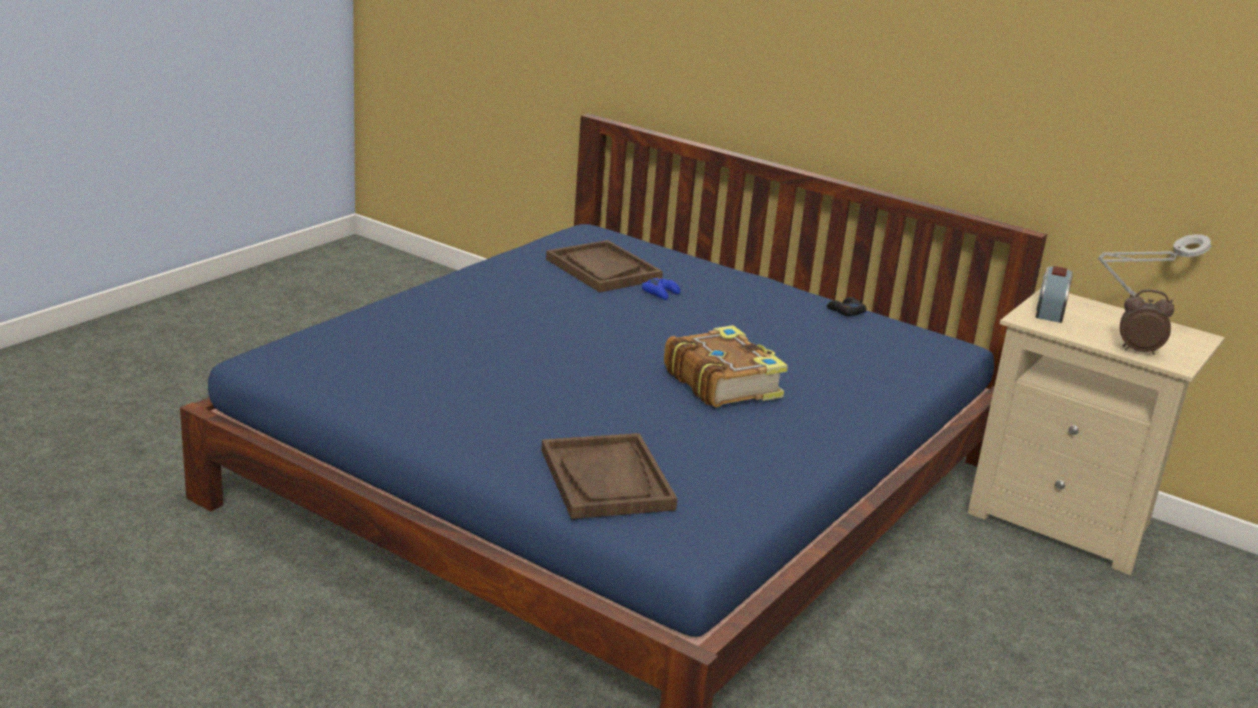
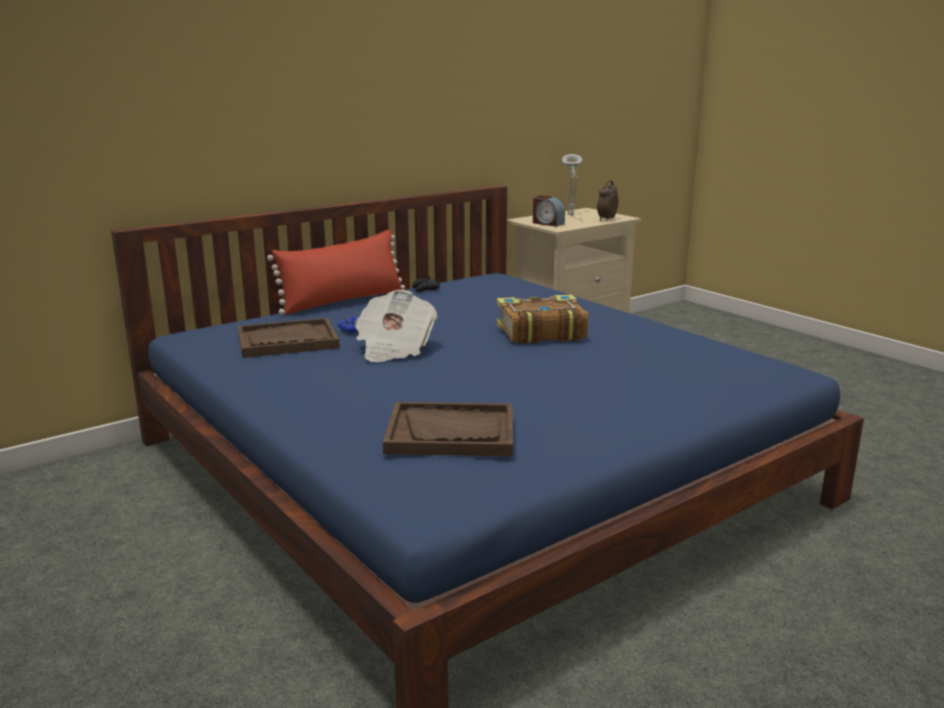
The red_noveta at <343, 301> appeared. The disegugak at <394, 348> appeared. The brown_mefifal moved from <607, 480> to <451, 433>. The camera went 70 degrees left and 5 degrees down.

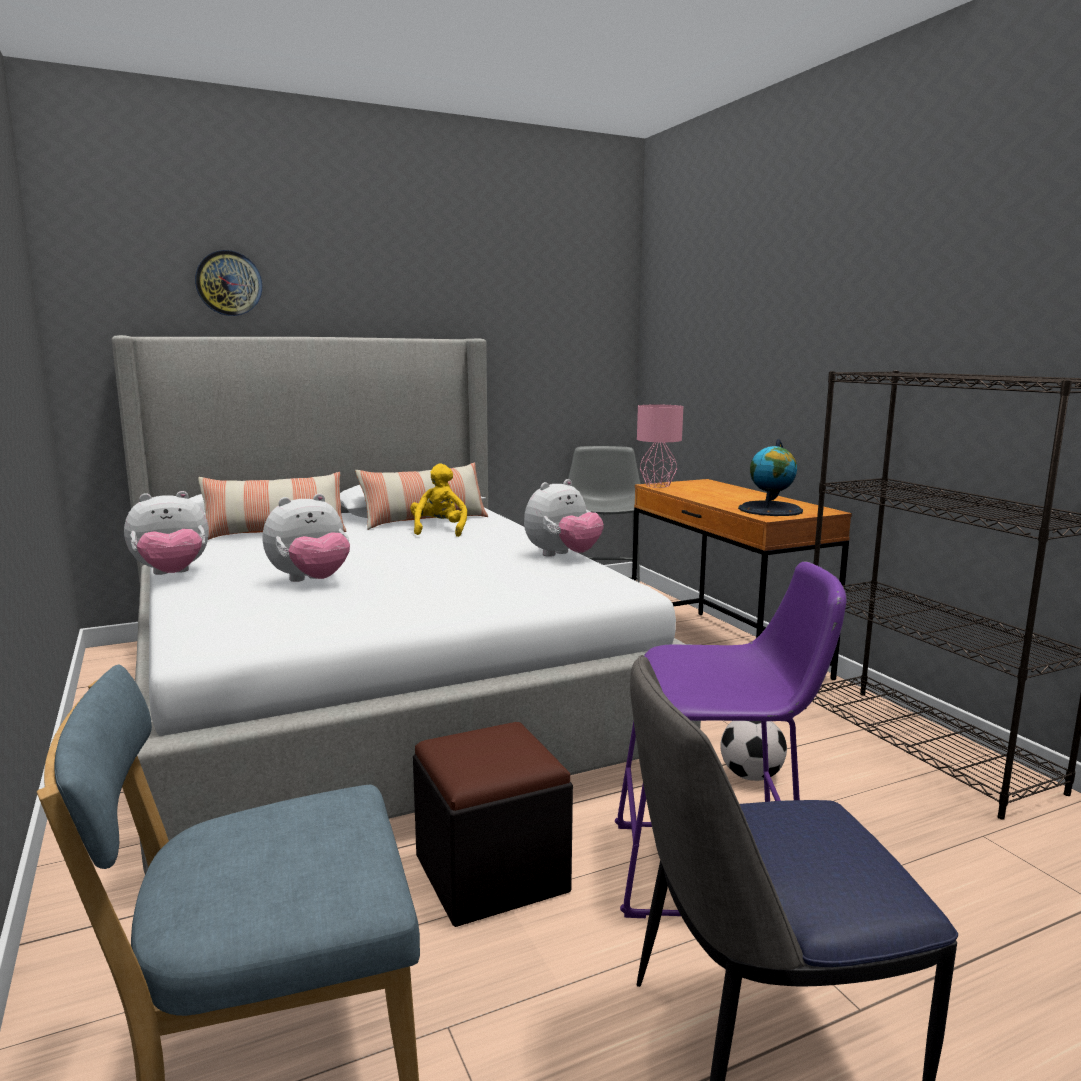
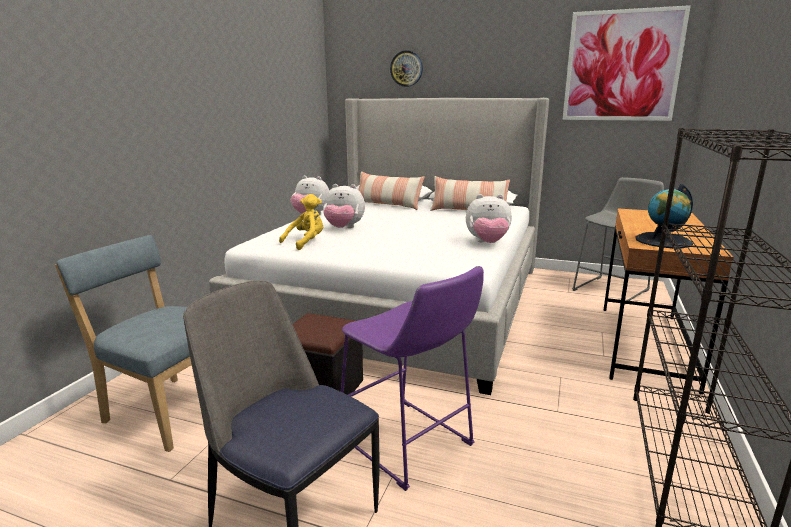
The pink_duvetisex at <658, 485> disappeared. The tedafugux at <751, 776> disappeared. The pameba at <622, 66> appeared. The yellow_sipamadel moved from <439, 530> to <306, 242>. The camera went 45 degrees right and 5 degrees up.

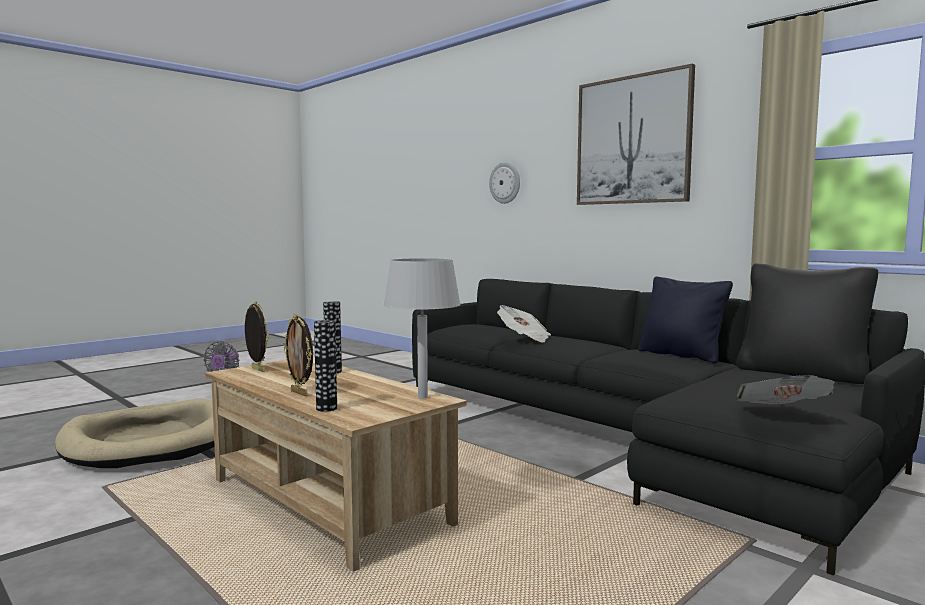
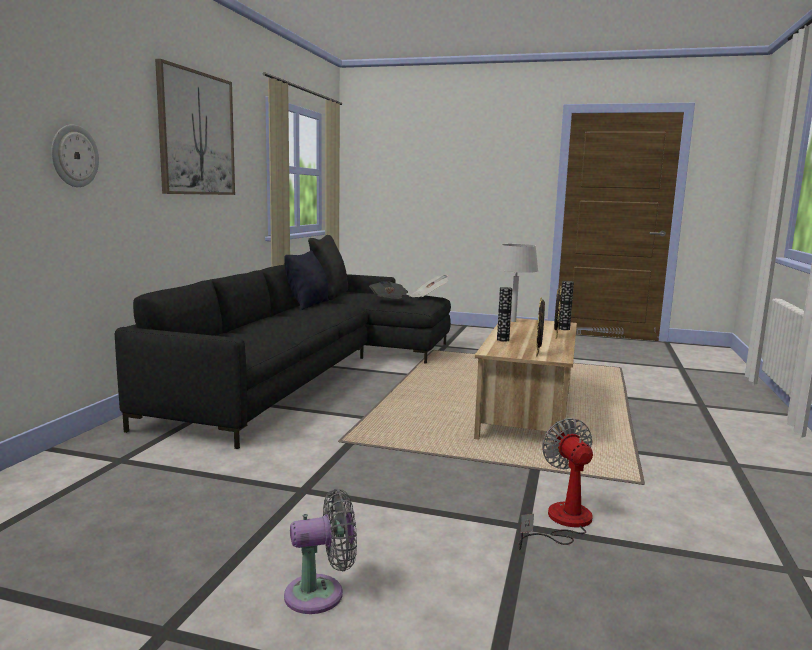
The disegugak moved from <524, 338> to <389, 301>. The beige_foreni at <150, 441> was replaced by the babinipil at <562, 522>. The camera went 120 degrees left and 5 degrees up.

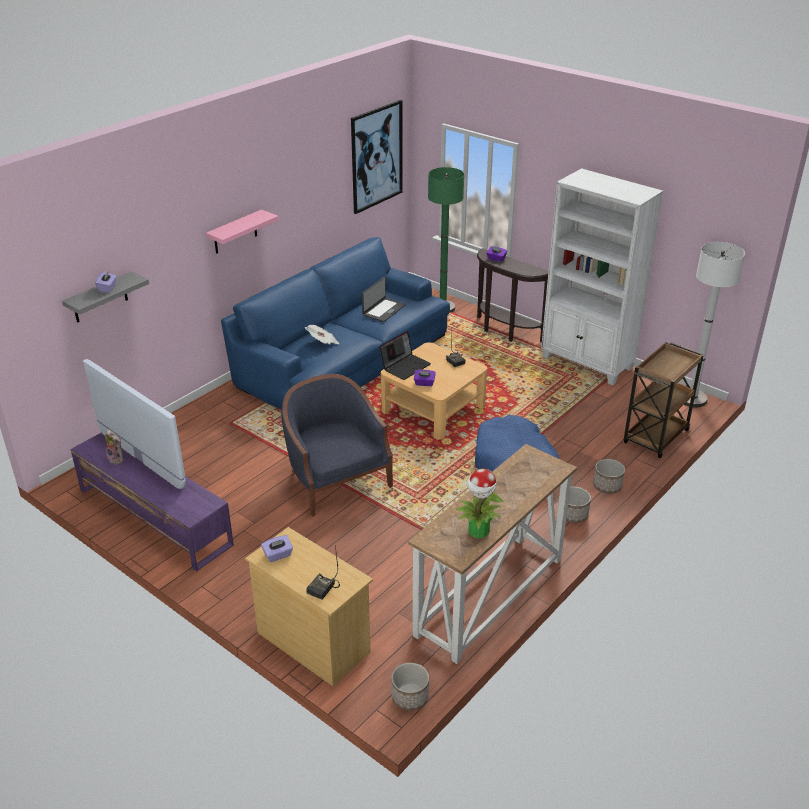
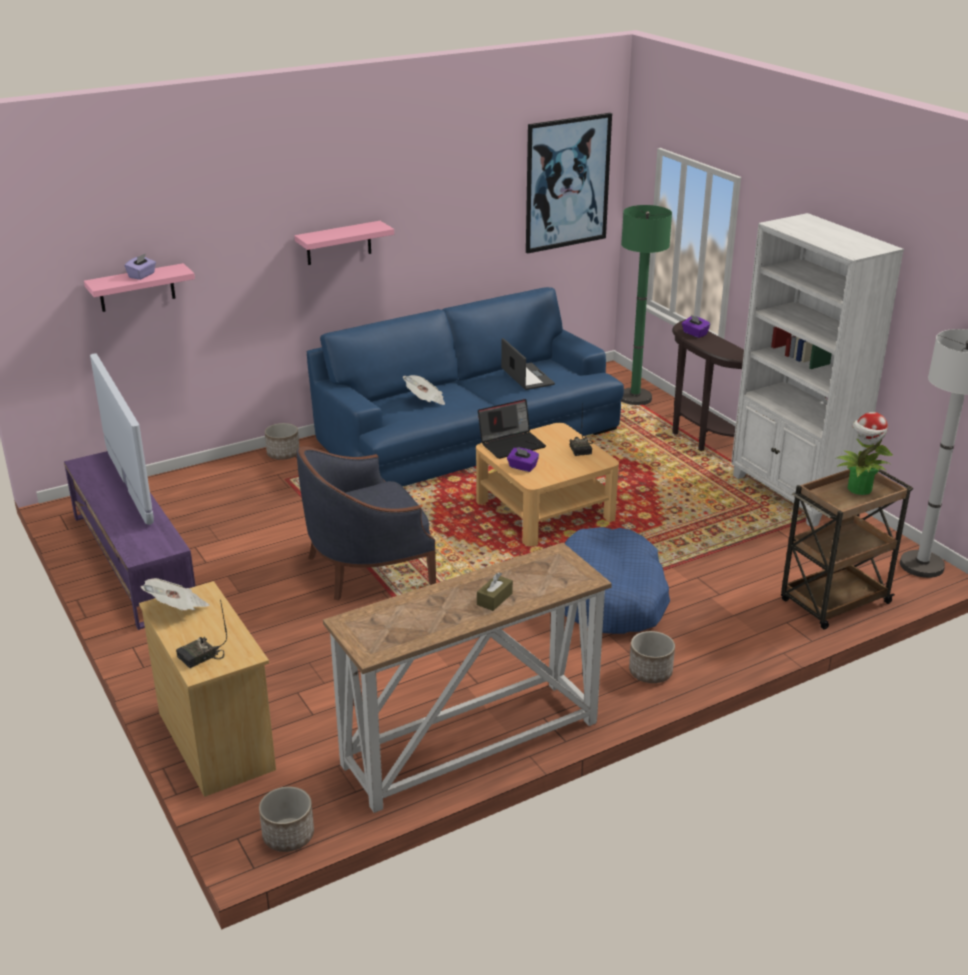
The sipamadel at <117, 459> disappeared. The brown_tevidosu at <494, 599> appeared. The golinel moved from <478, 531> to <859, 489>. The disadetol moved from <607, 486> to <283, 454>. The purple_tevidosu at <278, 555> was replaced by the disegugak at <177, 608>. The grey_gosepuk at <100, 298> became the pink_gosepuk at <136, 288>. The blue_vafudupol at <336, 481> turned 105 degrees counterclockwise. The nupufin at <383, 310> turned 75 degrees counterclockwise. The camera went 20 degrees right and 5 degrees down.

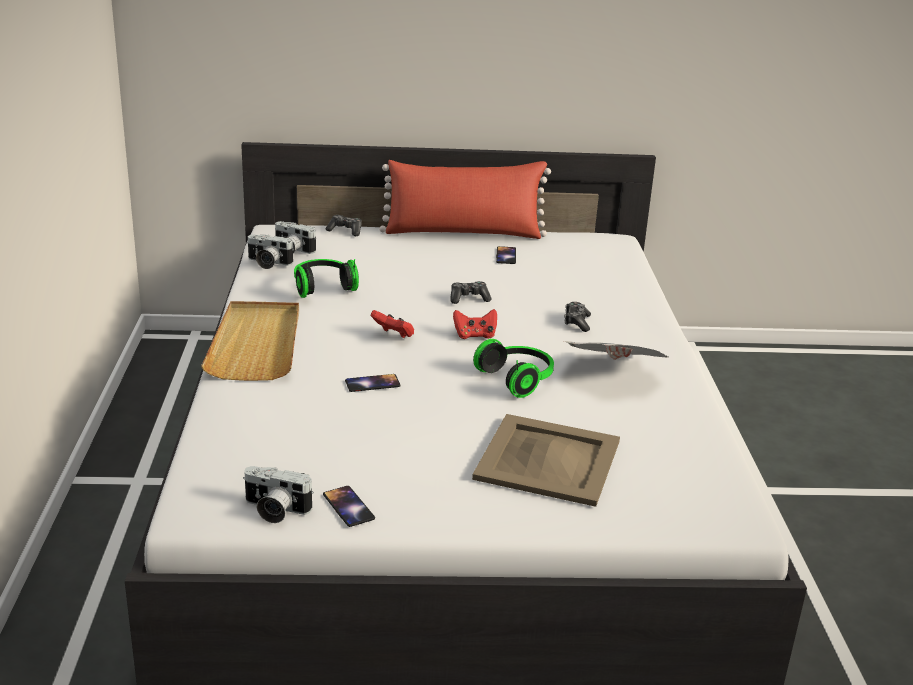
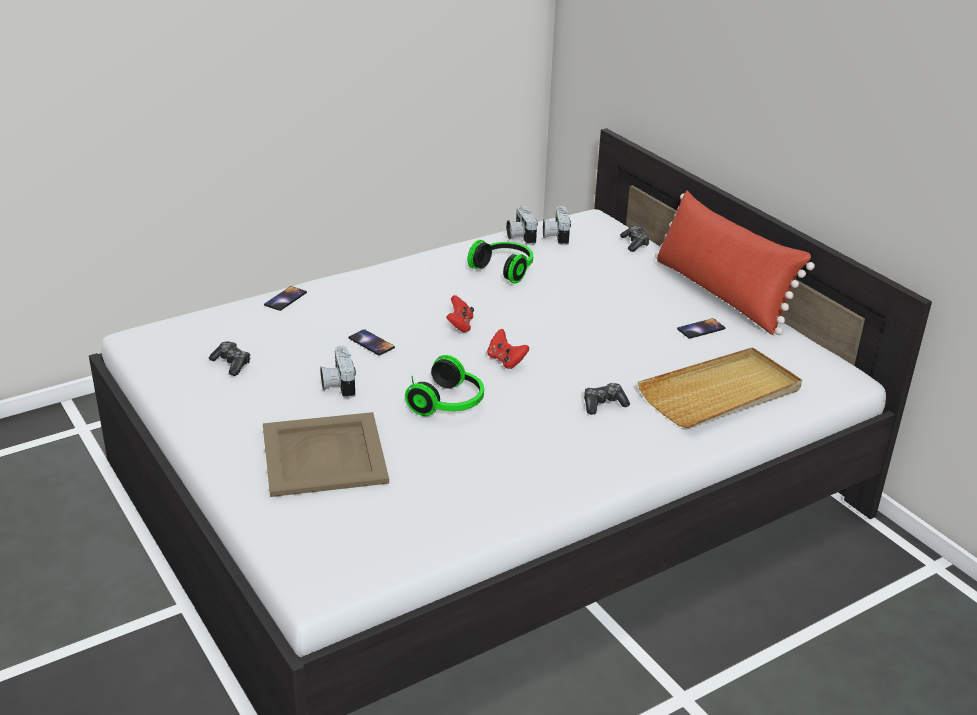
The disegugak at <613, 374> disappeared. The beige_mefifal moved from <256, 344> to <721, 393>. The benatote moved from <274, 510> to <337, 384>. The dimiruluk moved from <348, 507> to <285, 299>. The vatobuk moved from <468, 298> to <231, 364>. The camera went 60 degrees right and 5 degrees up.

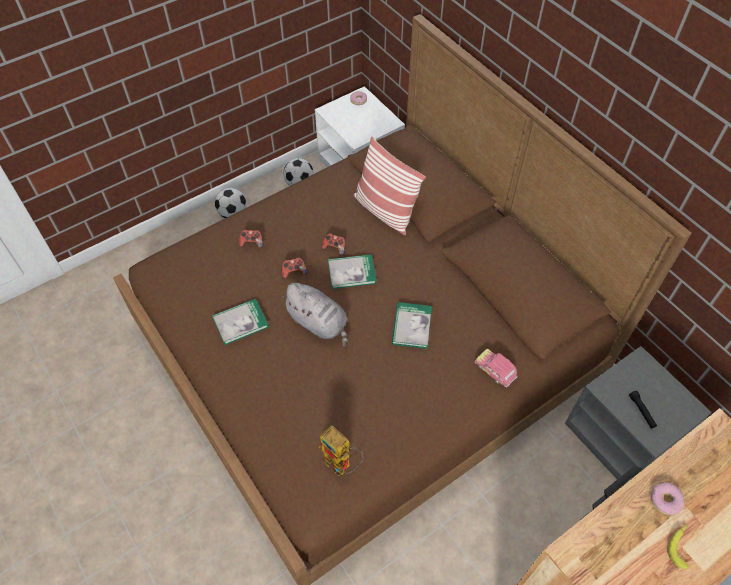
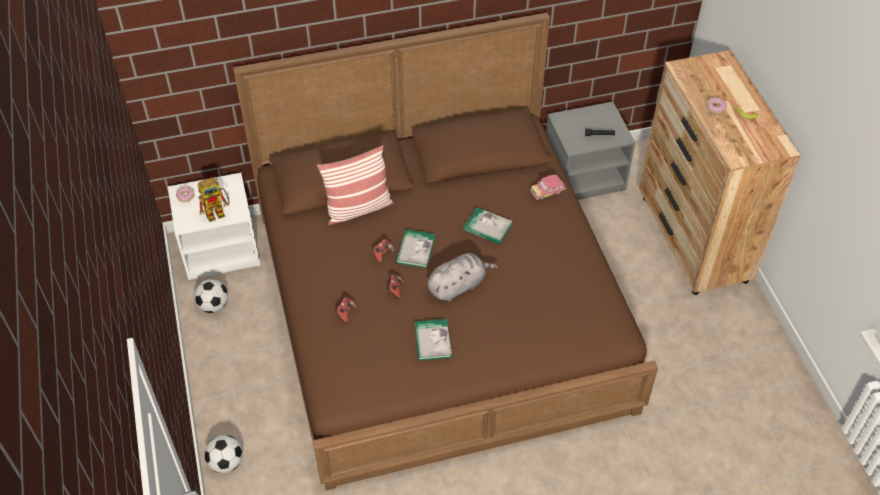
The tedafugux moved from <233, 213> to <226, 462>. The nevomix moved from <342, 465> to <218, 212>. The camera went 70 degrees left and 5 degrees down.

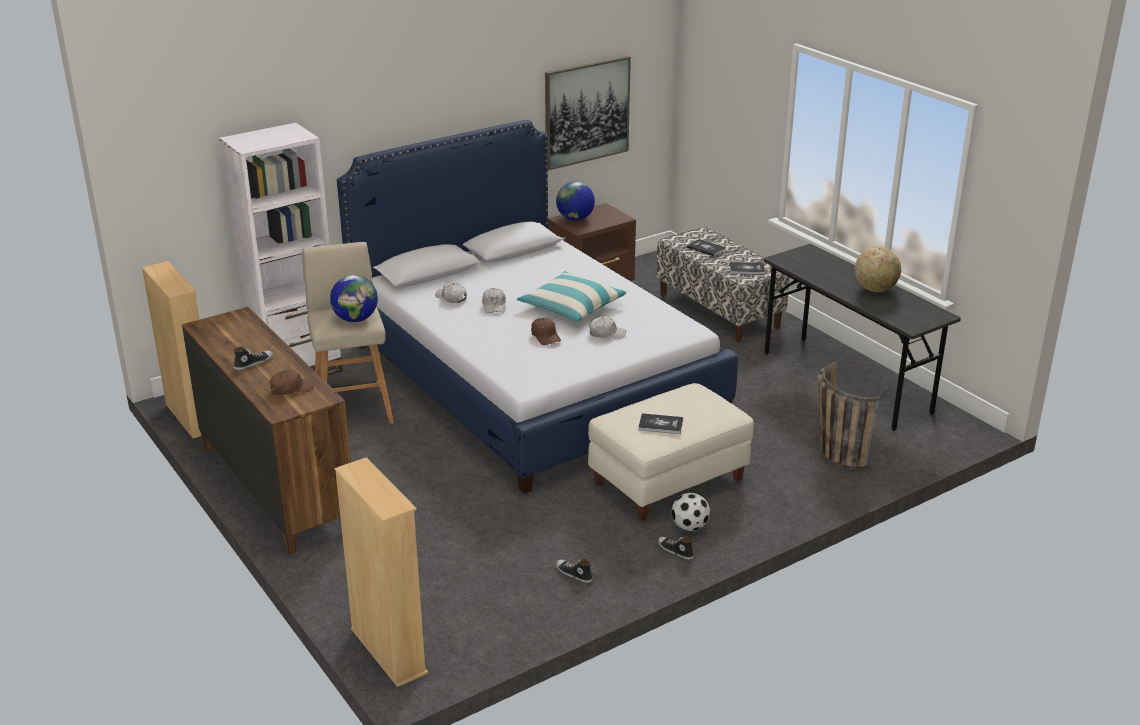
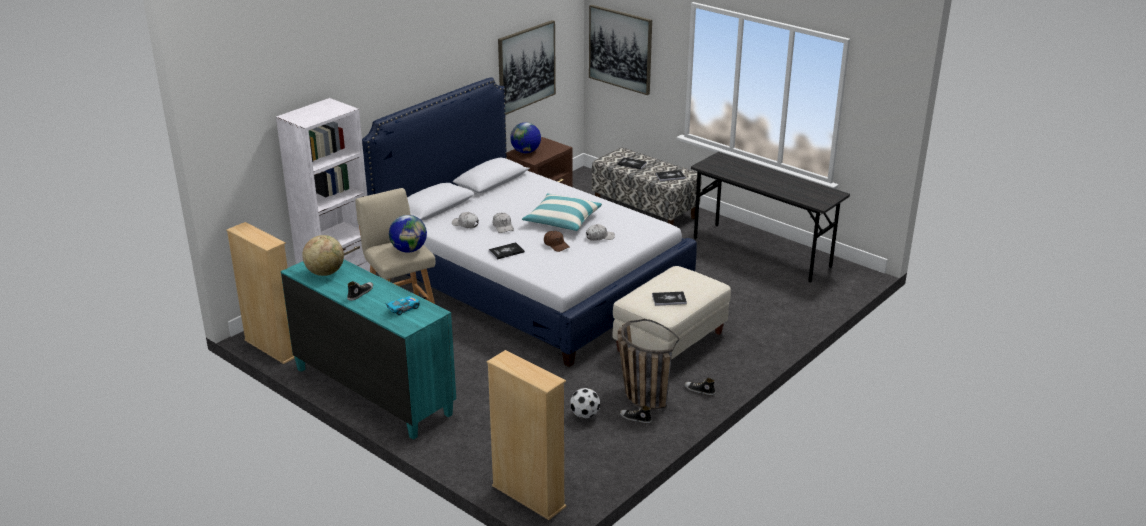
The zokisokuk at <506, 251> appeared. The pameba at <620, 49> appeared. The tedafugux moved from <689, 526> to <584, 415>. The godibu moved from <836, 449> to <638, 393>. The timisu moved from <875, 289> to <325, 272>. The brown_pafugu at <291, 388> was replaced by the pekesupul at <403, 309>. The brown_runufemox at <275, 486> became the turquoise_runufemox at <373, 390>. The camera went 15 degrees left and 0 degrees up.

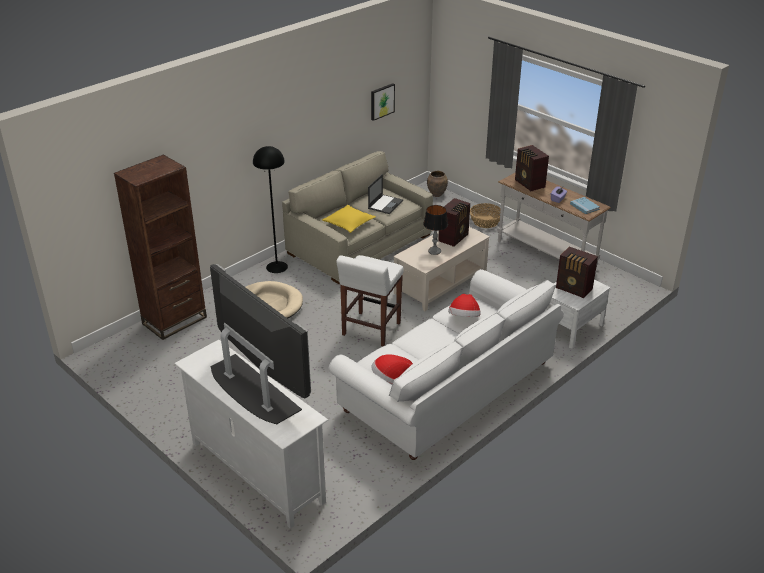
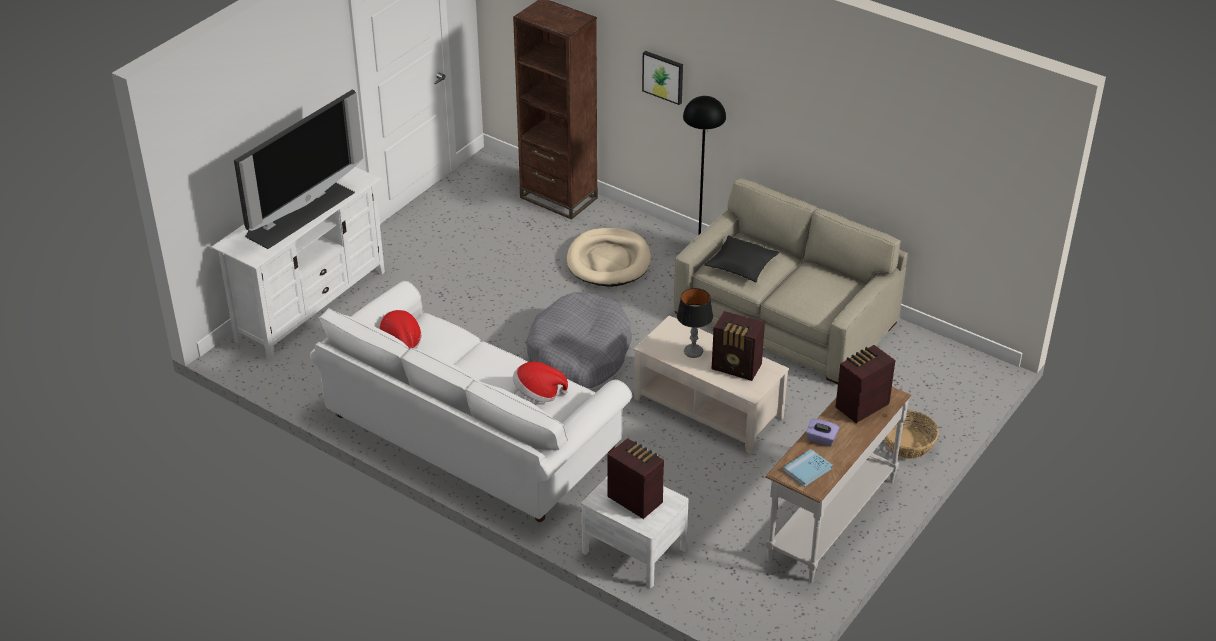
The nupufin at <385, 204> disappeared. The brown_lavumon at <437, 194> disappeared. The pameba moved from <381, 101> to <663, 76>. The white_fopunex at <370, 329> was replaced by the grey_foreni at <579, 354>. The yellow_noveta at <349, 223> became the black_noveta at <741, 265>. The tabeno at <574, 289> turned 105 degrees clockwise. The camera went 80 degrees right and 5 degrees up.

